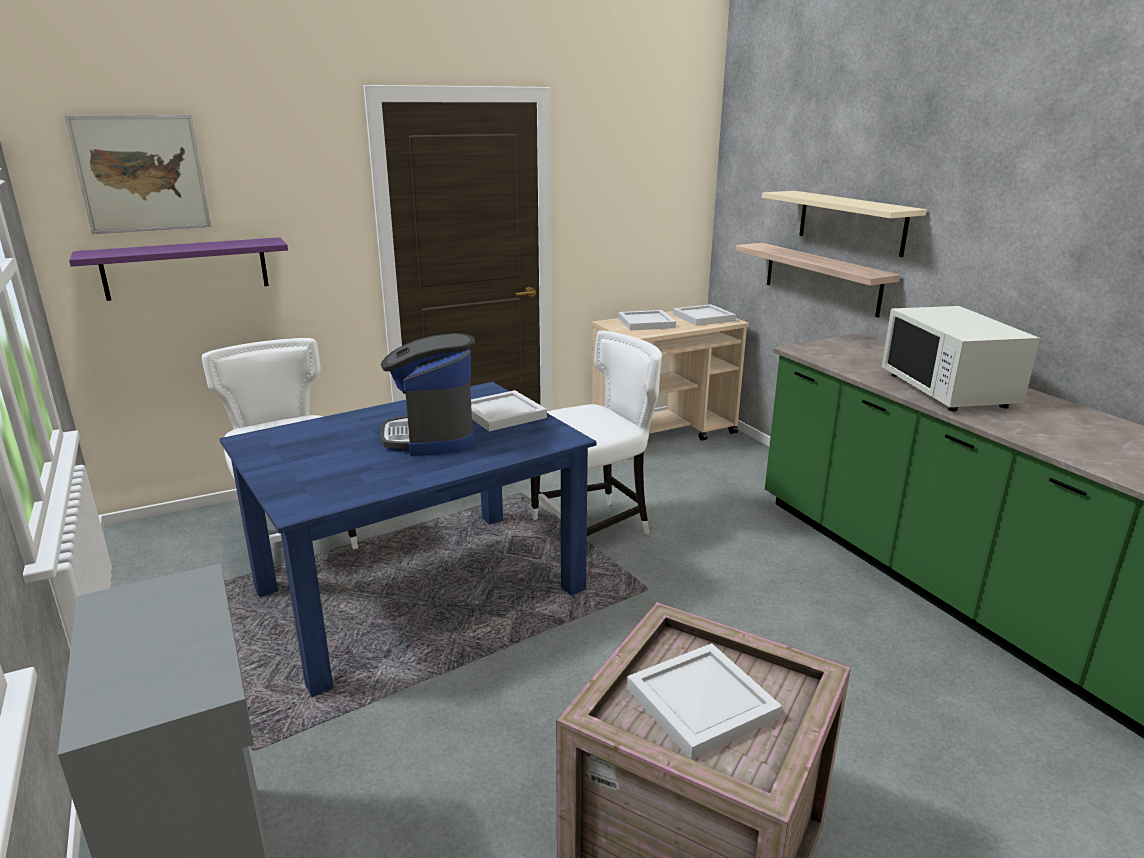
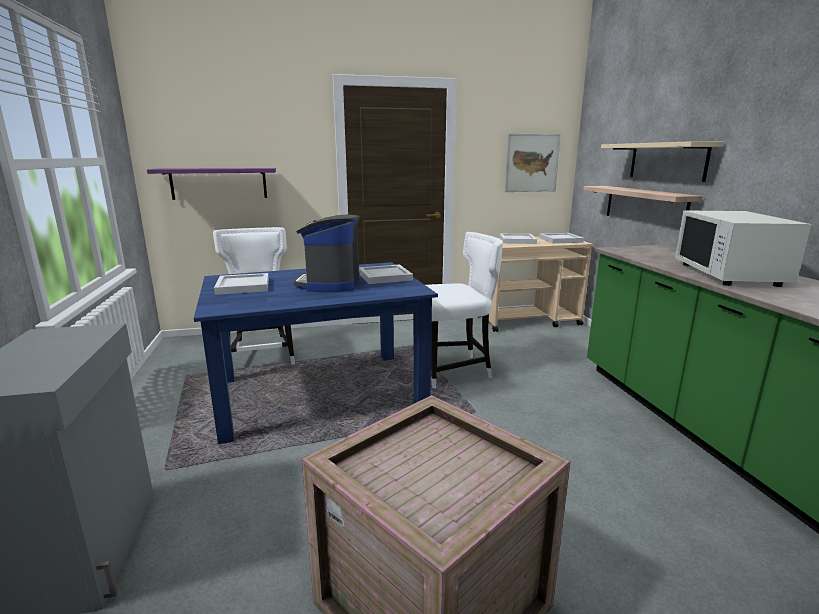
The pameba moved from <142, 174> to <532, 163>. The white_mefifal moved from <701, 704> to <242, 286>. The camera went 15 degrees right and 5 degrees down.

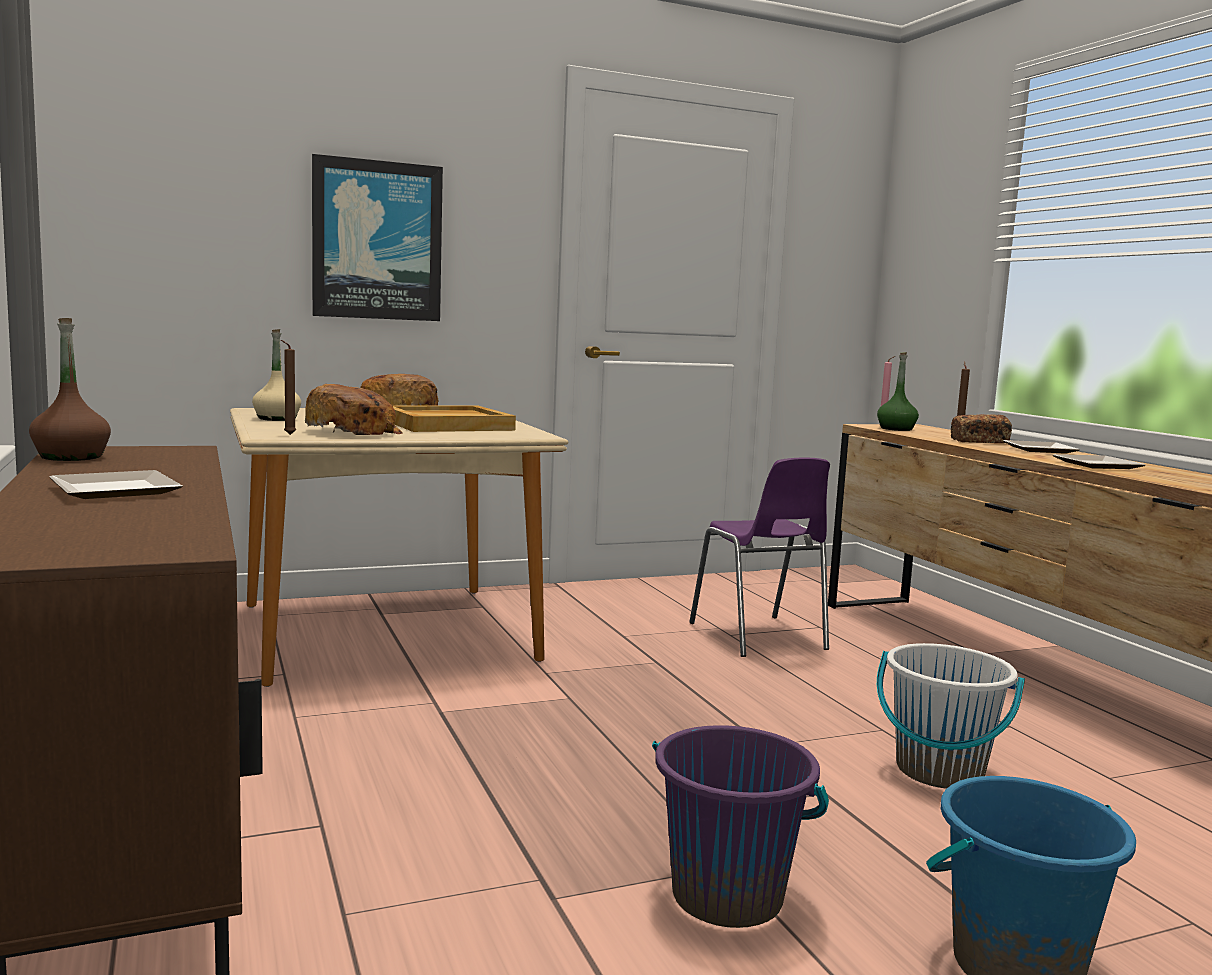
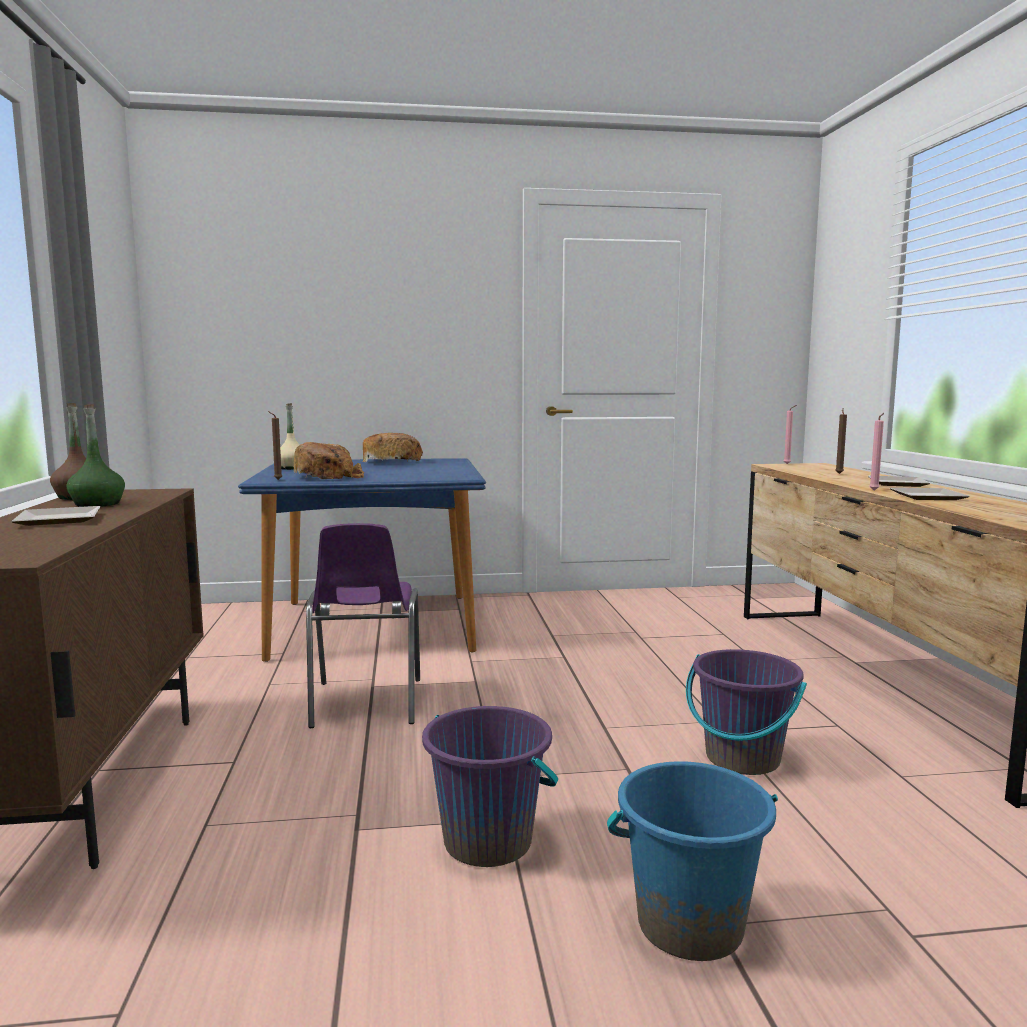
The pameba at <377, 240> disappeared. The beige_mefifal at <448, 424> disappeared. The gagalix at <979, 441> disappeared. The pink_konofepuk at <875, 490> appeared. The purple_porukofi moved from <759, 637> to <365, 704>. The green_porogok moved from <896, 429> to <97, 504>. The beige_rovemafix at <384, 632> became the blue_rovemafix at <373, 626>. The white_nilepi at <939, 771> became the purple_nilepi at <742, 759>. The camera went 15 degrees right and 0 degrees up.

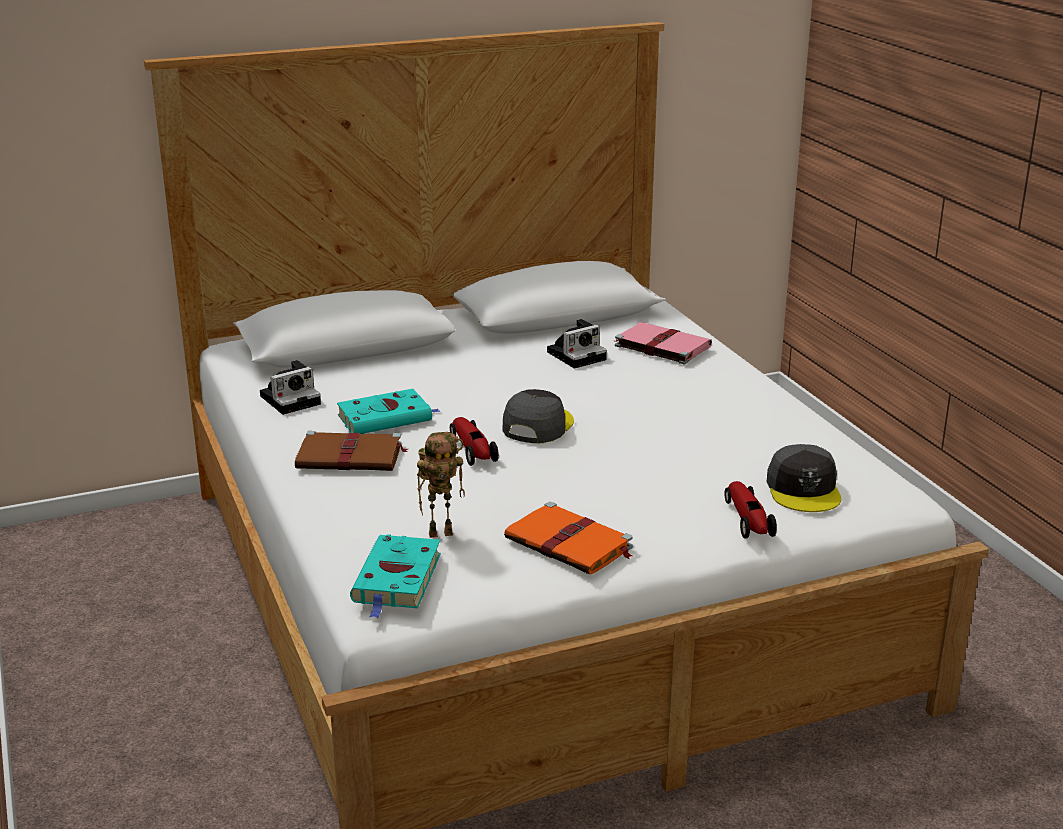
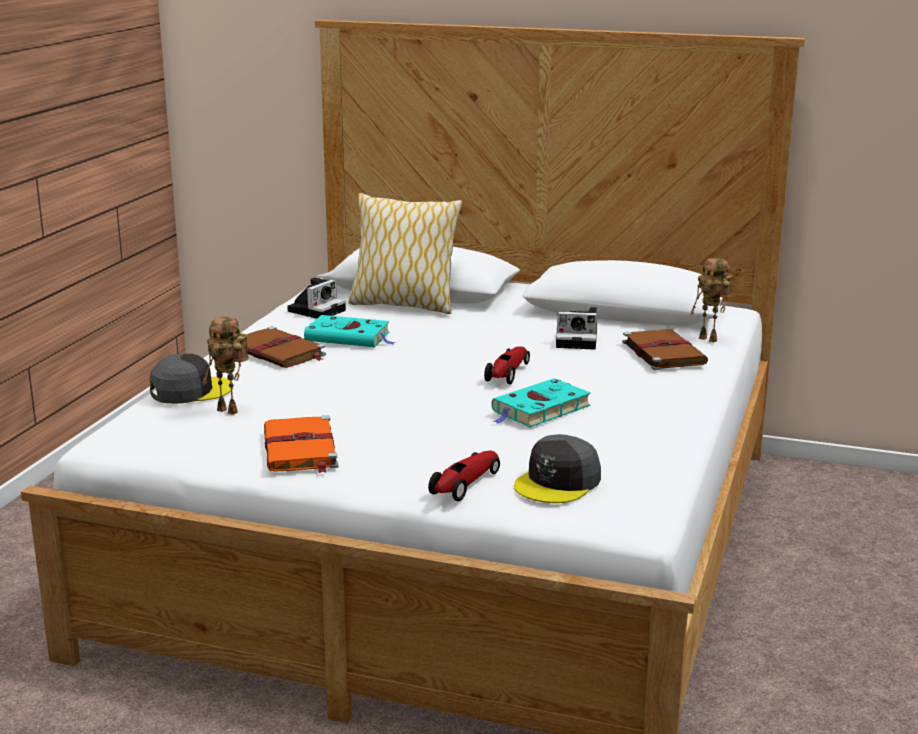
The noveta at <404, 305> appeared. The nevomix at <710, 339> appeared. The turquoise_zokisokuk moved from <397, 580> to <539, 409>. The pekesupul moved from <473, 449> to <508, 373>. The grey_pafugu moved from <537, 425> to <190, 390>. The pink_zokisokuk at <661, 346> became the brown_zokisokuk at <662, 352>. The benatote at <292, 399> turned 60 degrees counterclockwise. The camera went 40 degrees right and 5 degrees down.

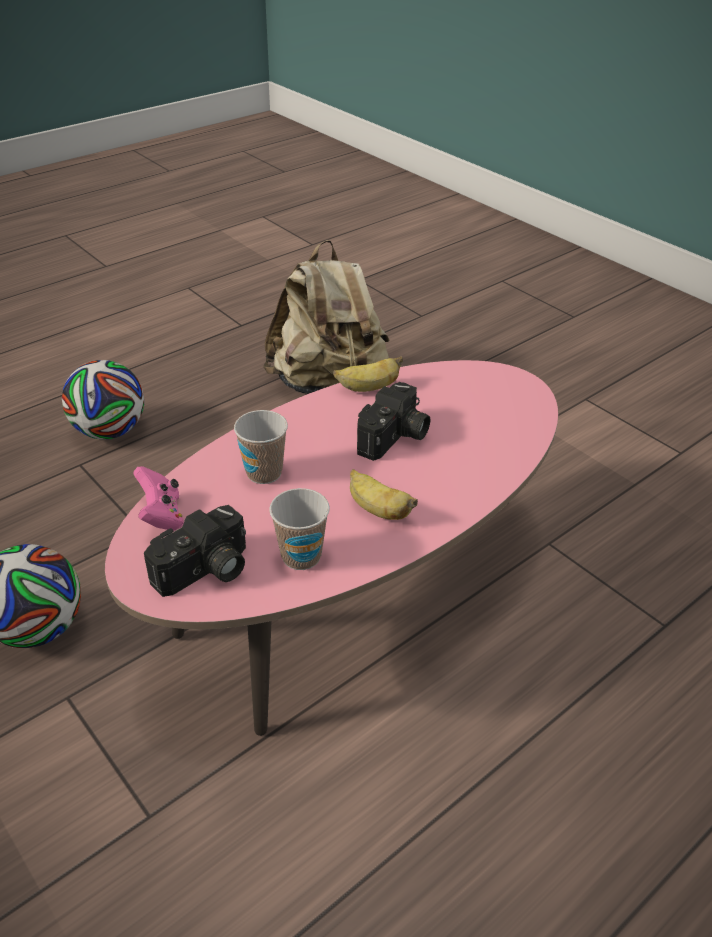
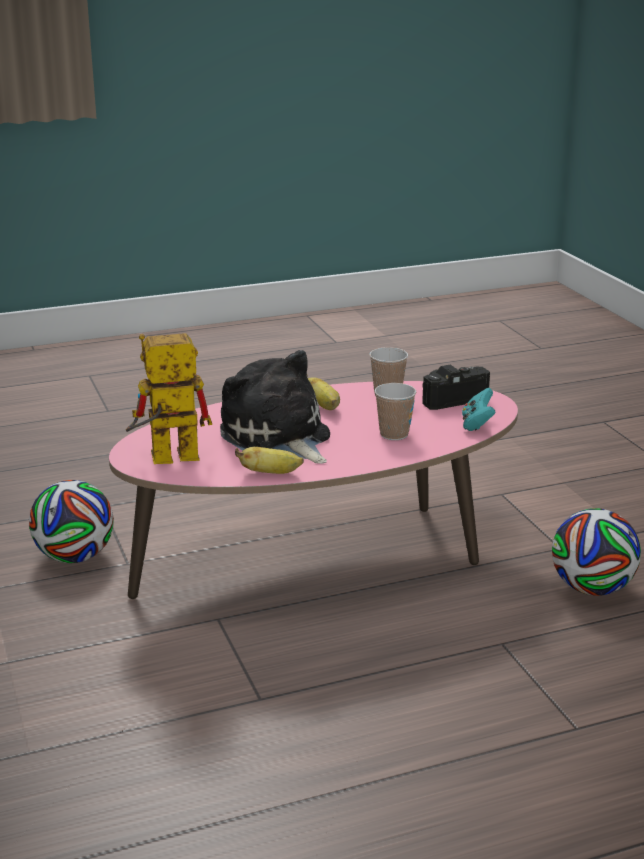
The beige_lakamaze at <328, 385> disappeared. The nevomix at <163, 460> appeared. The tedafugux moved from <110, 431> to <75, 557>. The benatote at <395, 438> was replaced by the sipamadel at <277, 438>. The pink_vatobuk at <162, 515> became the turquoise_vatobuk at <477, 424>. The camera went 160 degrees left and 15 degrees down.

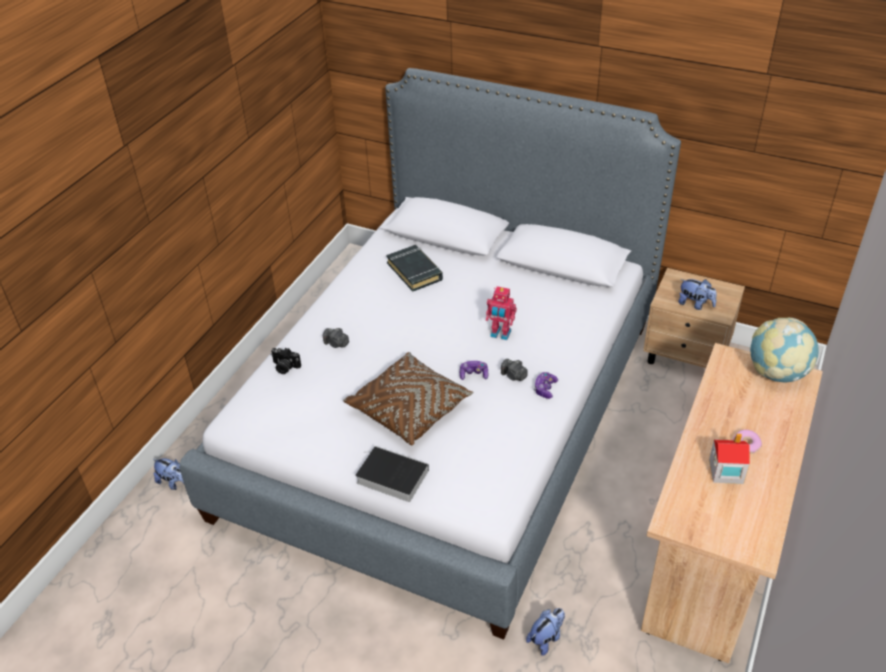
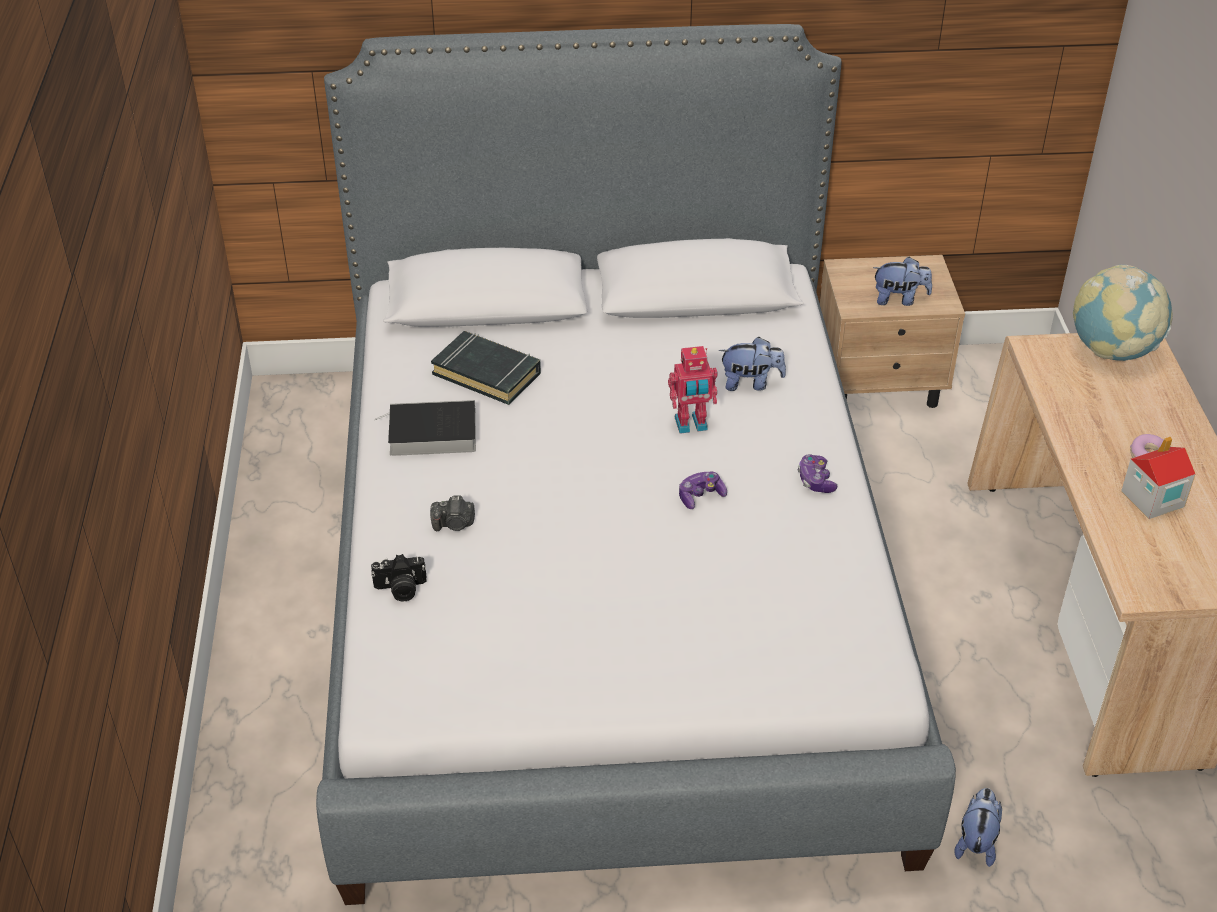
The brown_noveta at <409, 408> disappeared. The benatote at <513, 376> disappeared. The sipamadel moved from <174, 483> to <750, 383>. The zokisokuk moved from <390, 476> to <429, 434>. The camera went 30 degrees left and 0 degrees up.

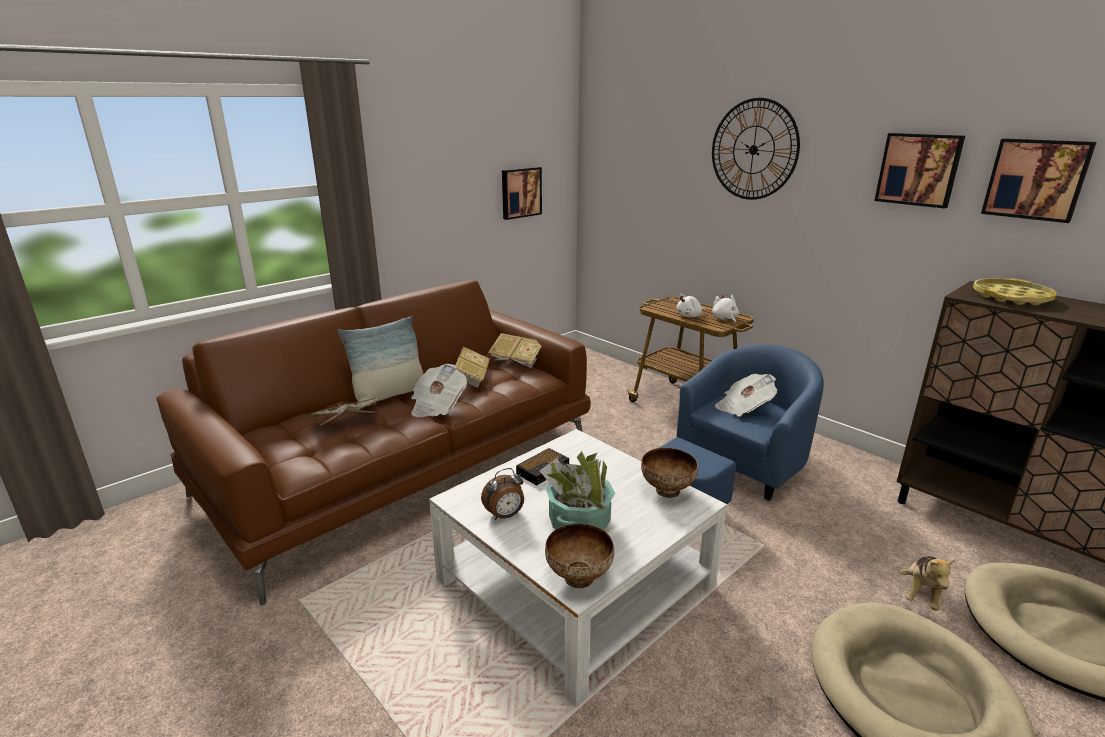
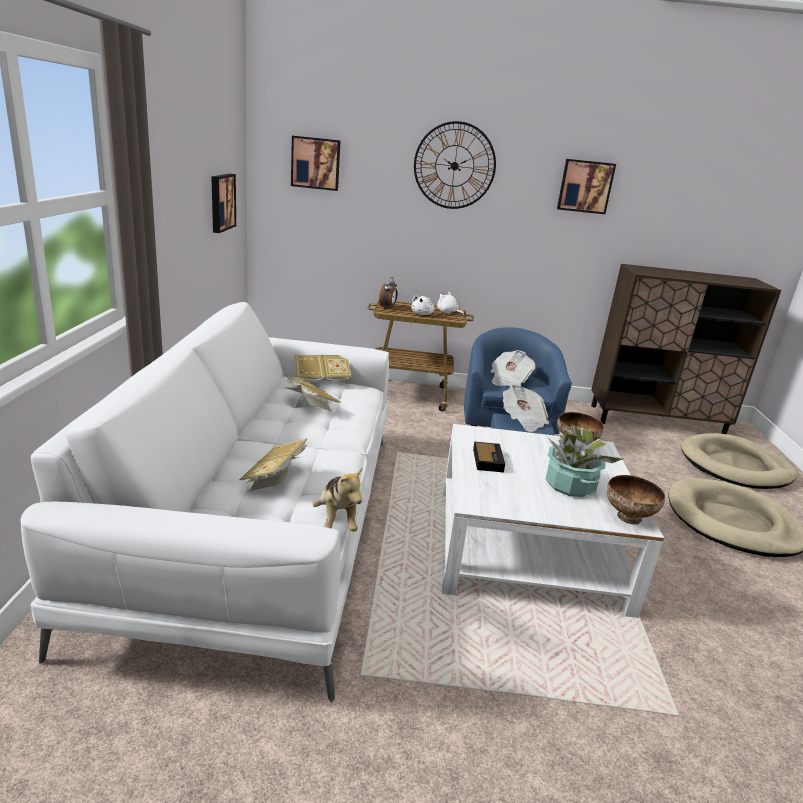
The noveta at <389, 396> disappeared. The yellow_mefifal at <1011, 297> disappeared. The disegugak moved from <437, 405> to <523, 420>. The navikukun moved from <505, 515> to <388, 307>. The sipamadel moved from <921, 593> to <337, 520>. The pameba moved from <1036, 179> to <315, 163>. The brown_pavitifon at <404, 466> became the white_pavitifon at <262, 520>. The camera went 45 degrees left and 0 degrees up.

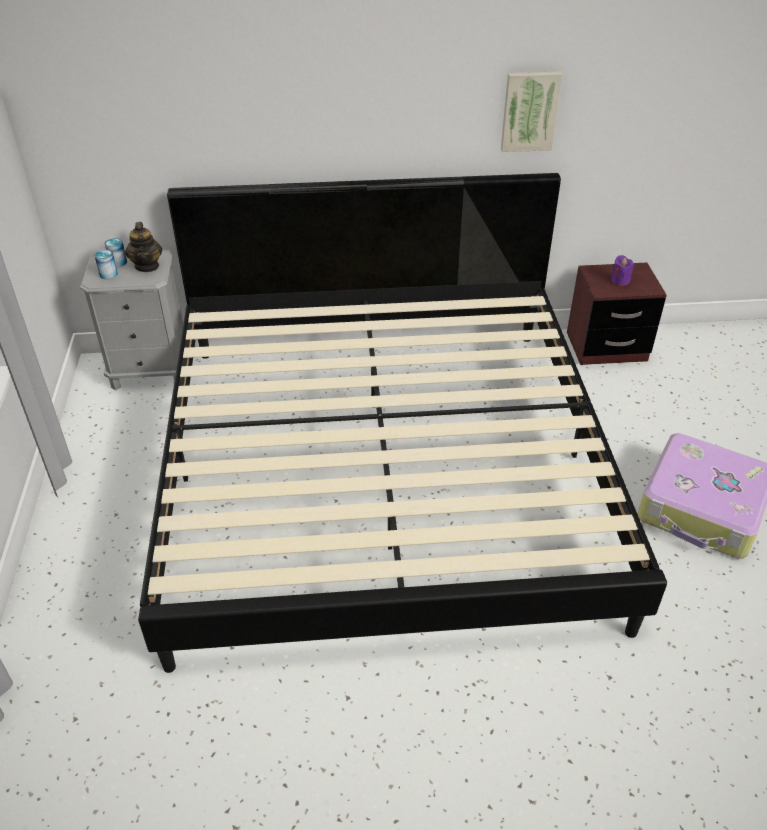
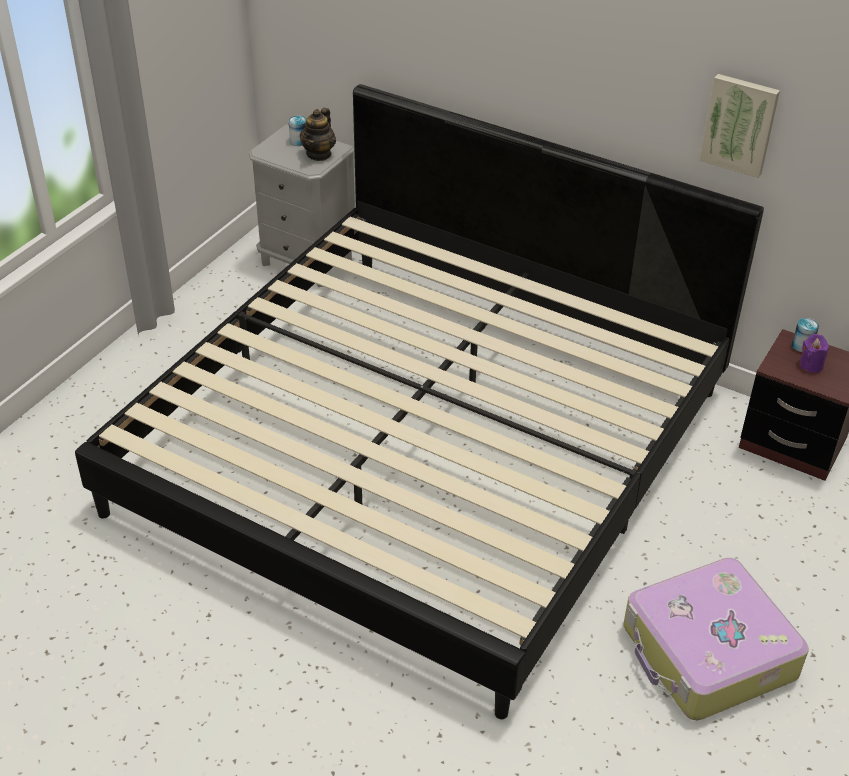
The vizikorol moved from <108, 274> to <802, 346>. The camera went 35 degrees right and 0 degrees up.

